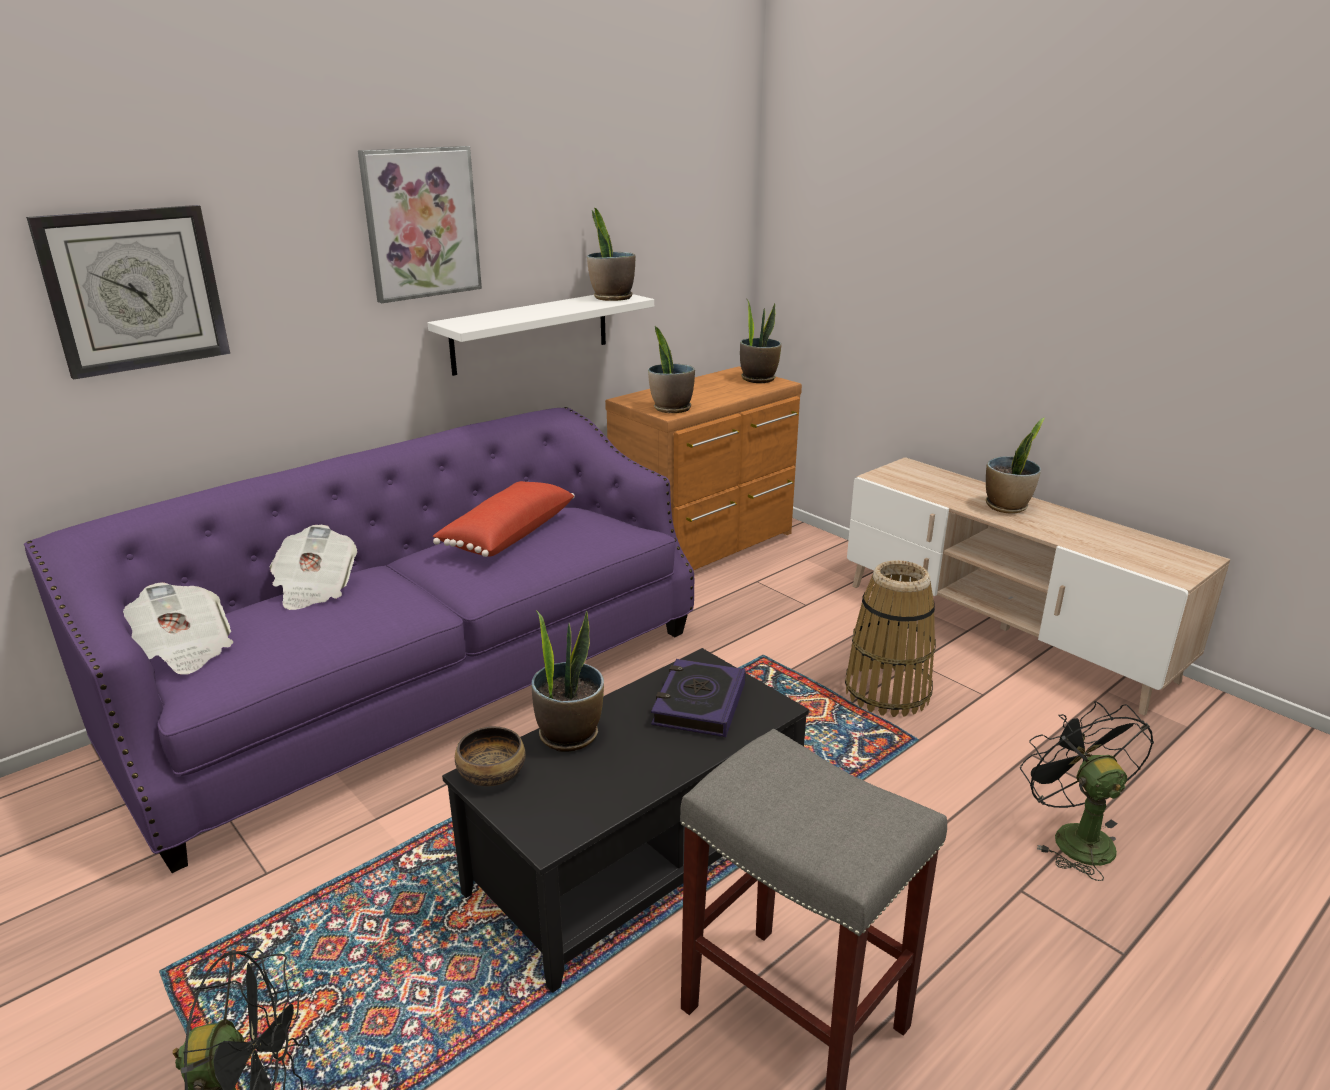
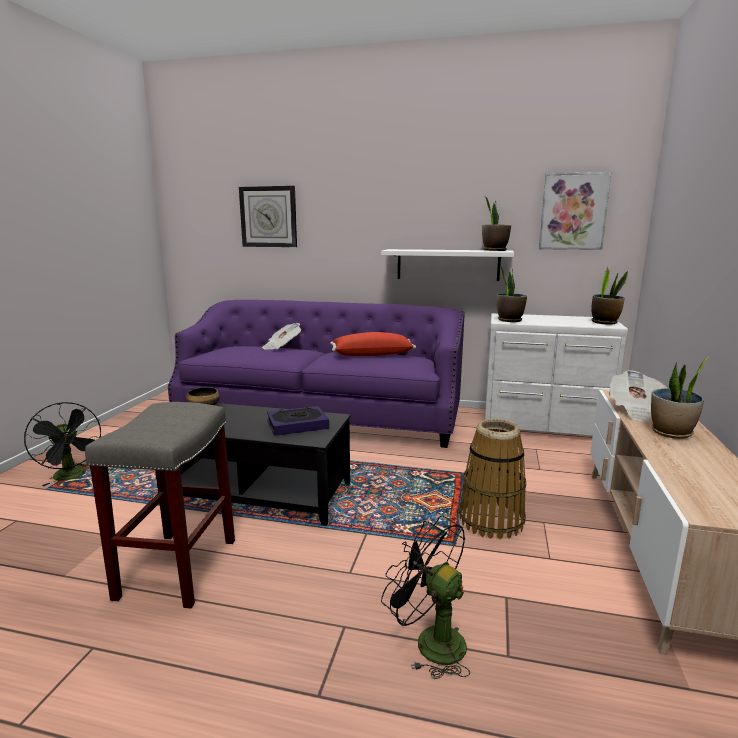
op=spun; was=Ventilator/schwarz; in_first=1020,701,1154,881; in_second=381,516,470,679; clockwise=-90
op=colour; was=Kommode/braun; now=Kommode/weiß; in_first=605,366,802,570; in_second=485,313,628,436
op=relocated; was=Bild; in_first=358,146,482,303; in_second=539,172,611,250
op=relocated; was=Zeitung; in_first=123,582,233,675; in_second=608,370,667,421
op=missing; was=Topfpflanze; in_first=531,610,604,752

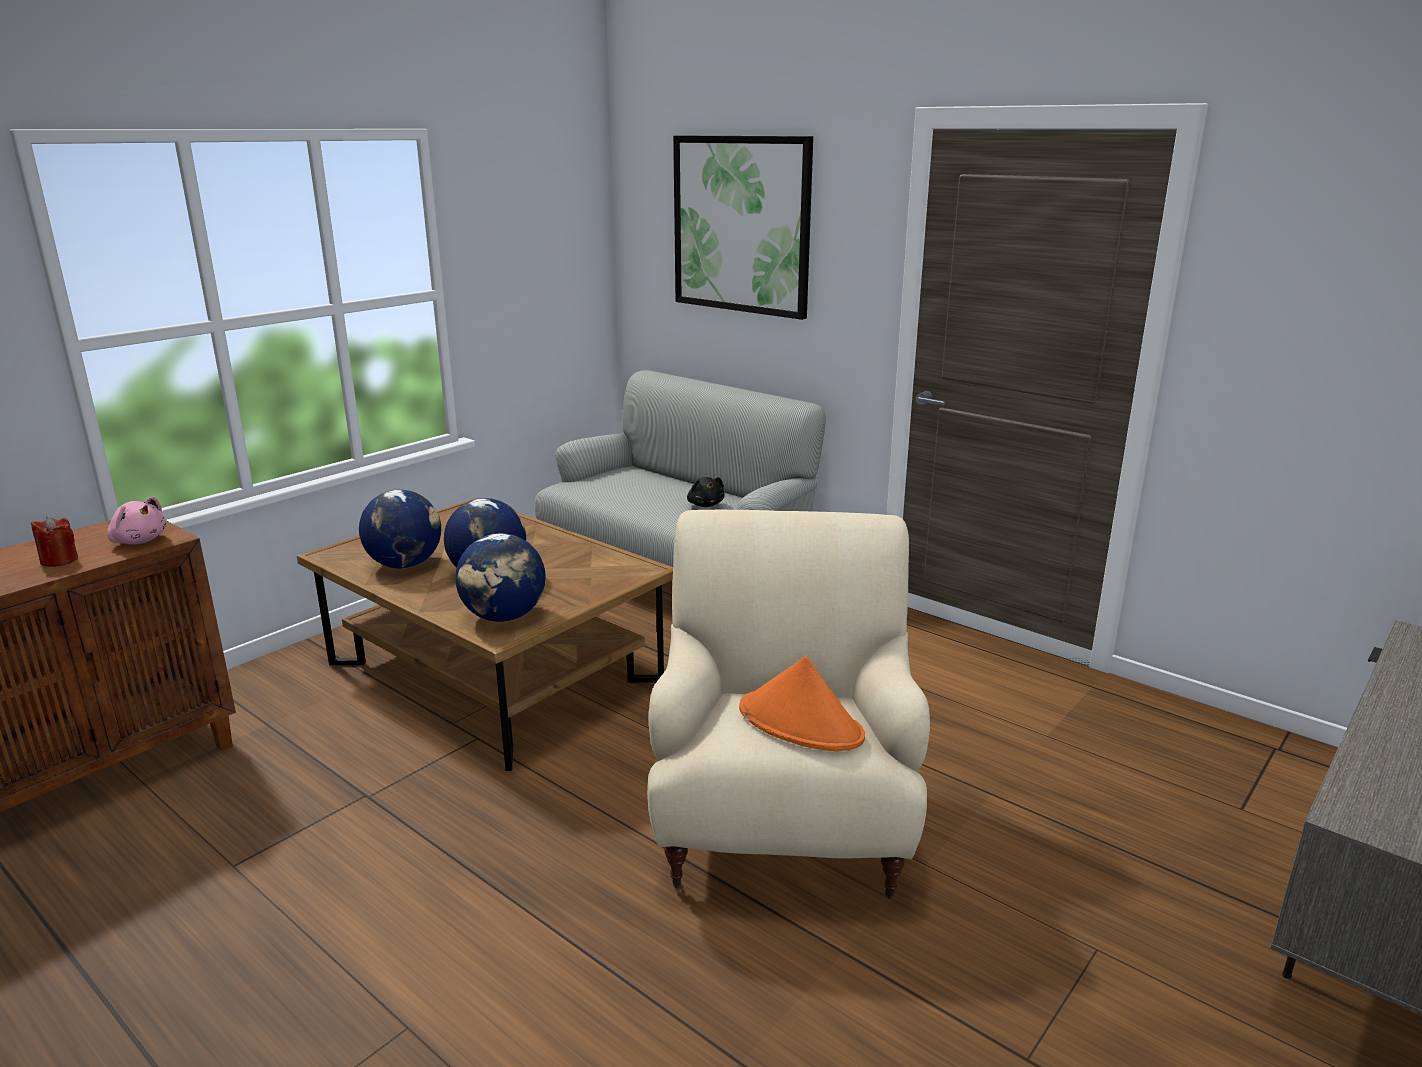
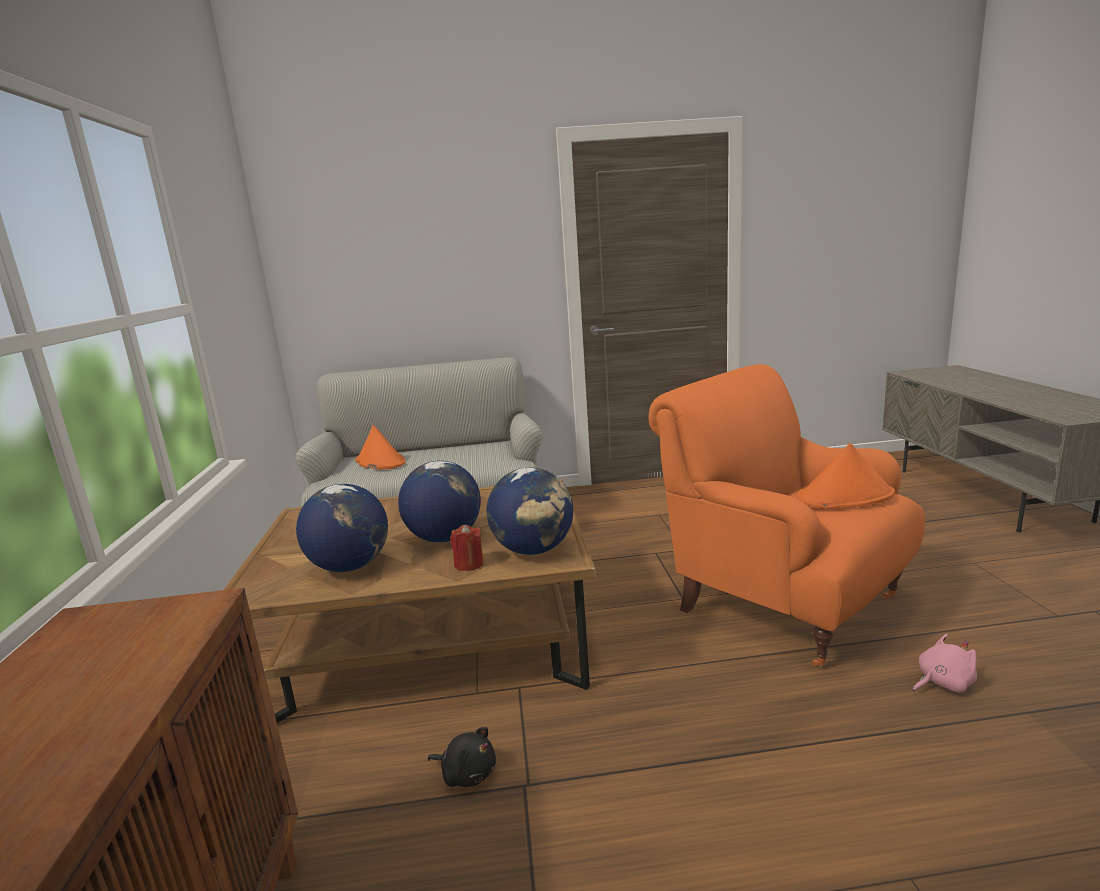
op=appeared; now=Hut/orange; in_second=355,425,406,470
op=relocated; was=Plüschtier/schwarz; in_first=687,477,724,507; in_second=428,727,496,787
op=relocated; was=Kerze/rot; in_first=31,516,78,567; in_second=450,524,484,571
op=colour; was=Sessel/beige; now=Sessel/orange; in_first=647,510,930,899; in_second=649,364,925,667
op=relocated; was=Plüschtier/rosa; in_first=107,497,167,544; in_second=913,634,977,692
op=missing; was=Bild; in_first=673,135,813,320

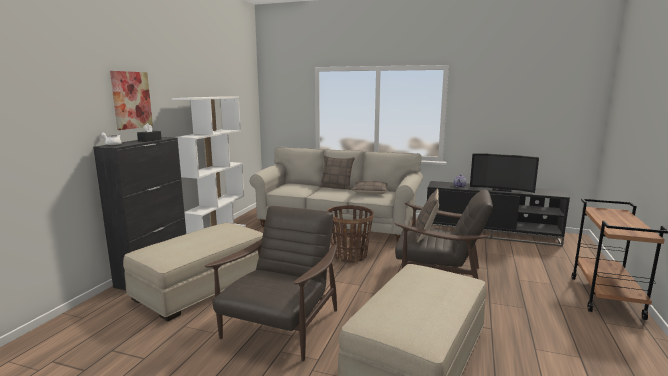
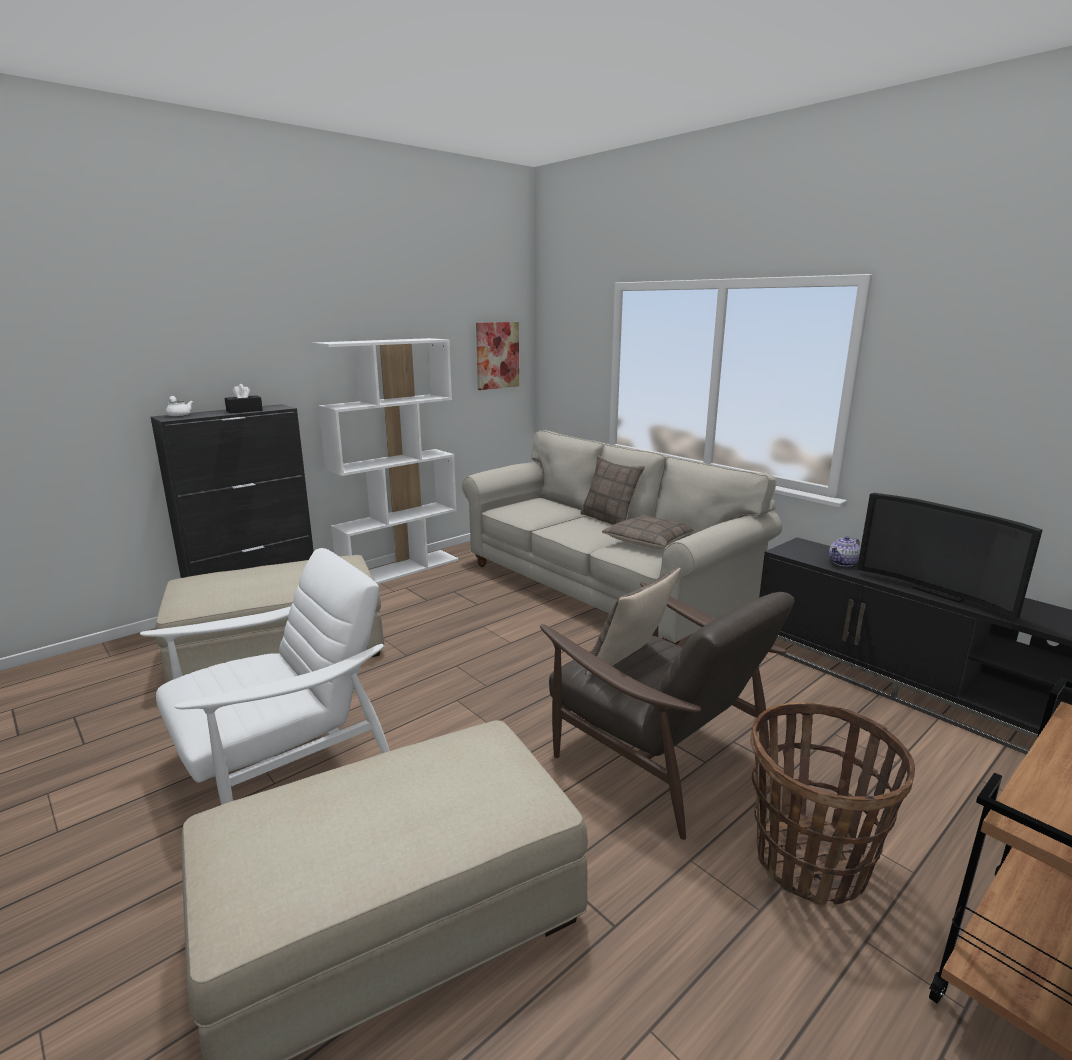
op=colour; was=Sessel/braun; now=Sessel/weiß; in_first=205,206,337,361; in_second=140,548,389,805
op=relocated; was=Bild; in_first=110,71,153,130; in_second=476,322,519,390
op=relocated; was=Korb; in_first=327,205,374,263; in_second=750,703,915,907

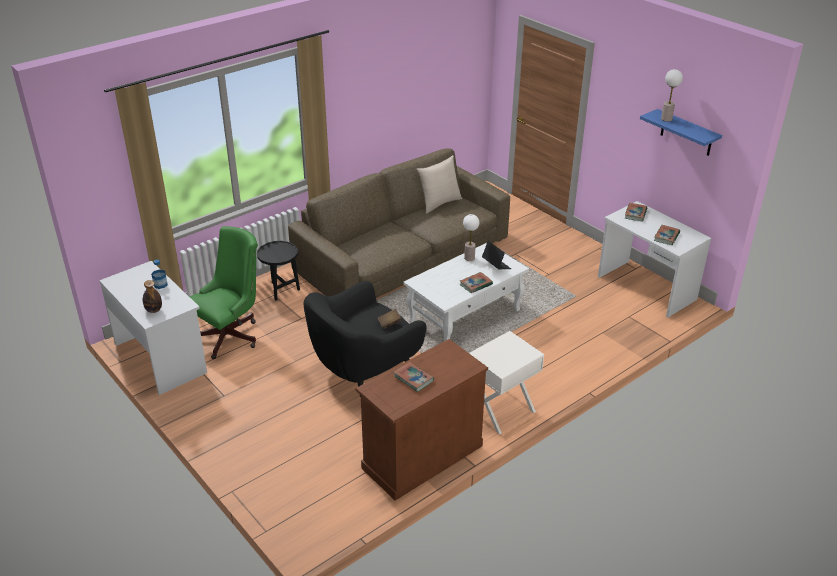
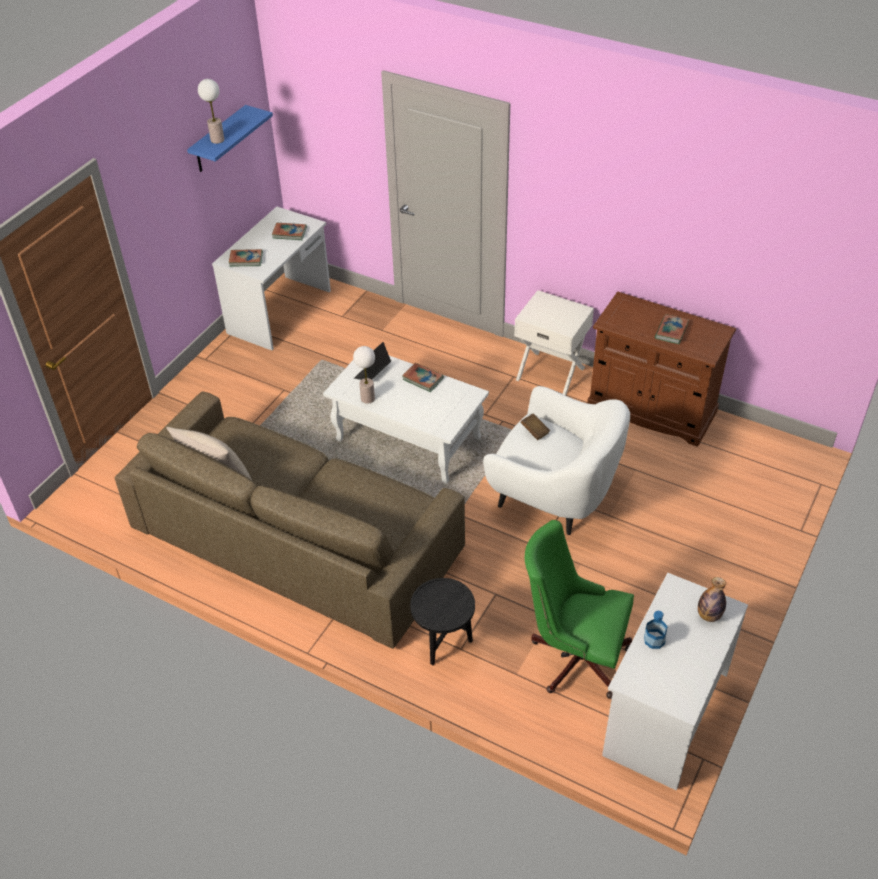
op=colour; was=Sessel/schwarz; now=Sessel/weiß; in_first=304,281,427,397; in_second=483,386,630,535

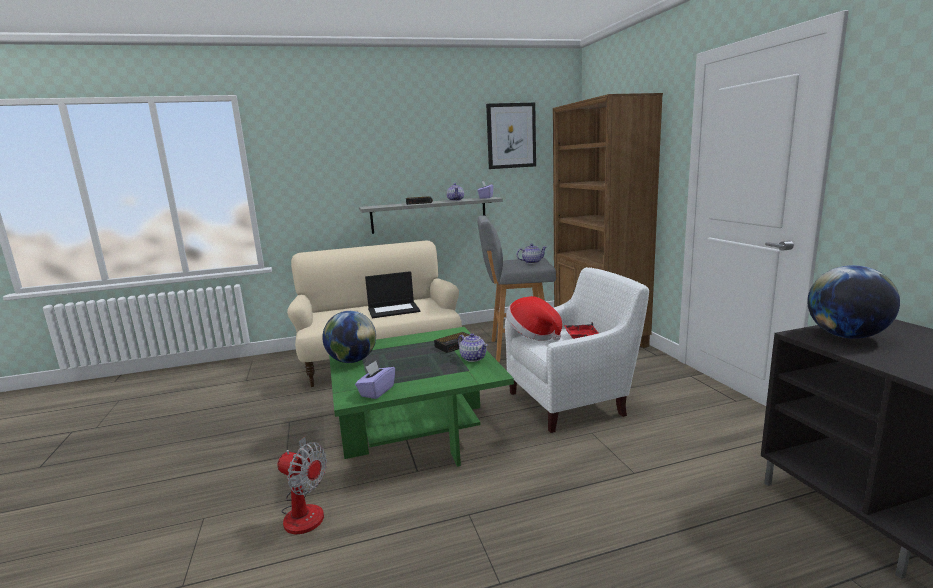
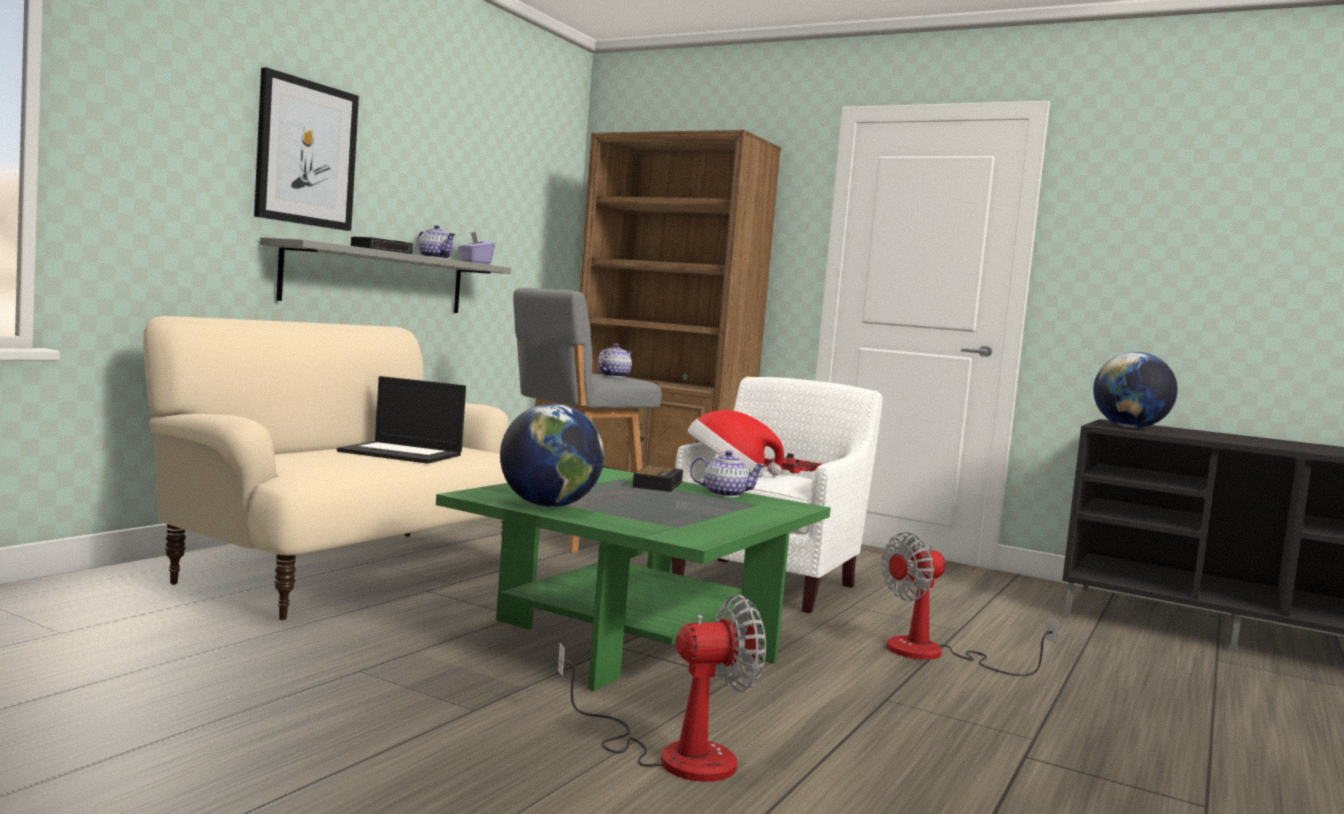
op=relocated; was=Bild; in_first=486,103,536,169; in_second=254,67,359,231
op=spun; was=Laptop; in_first=365,271,420,318; in_second=337,376,466,464; clockwise=75
op=appeared; now=Ventilator; in_second=881,532,1059,676
op=missing; was=Taschentuchbox/lila; in_first=355,361,395,399

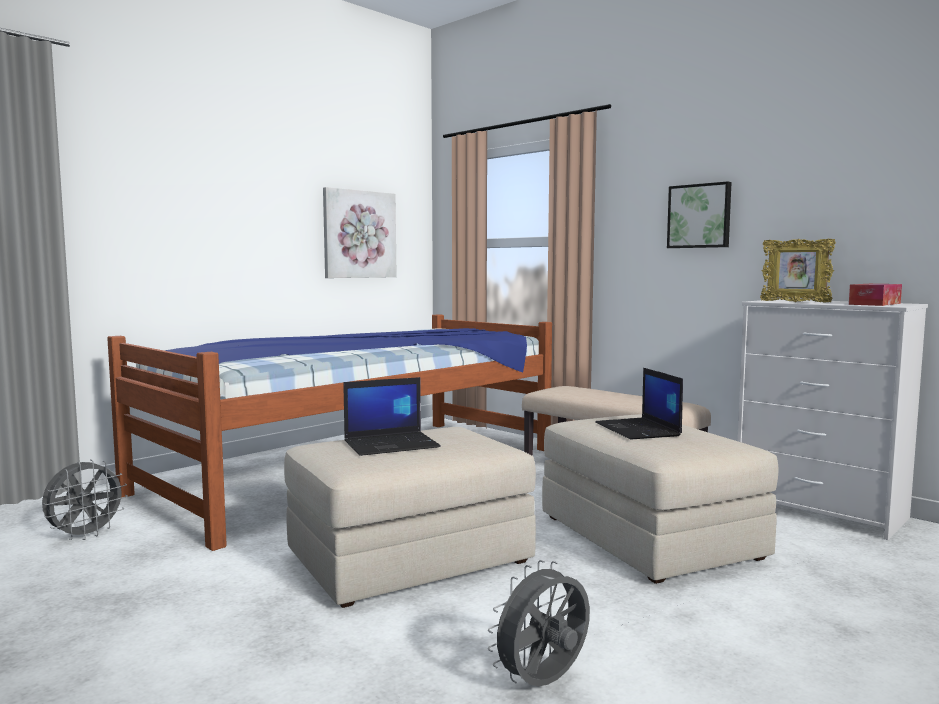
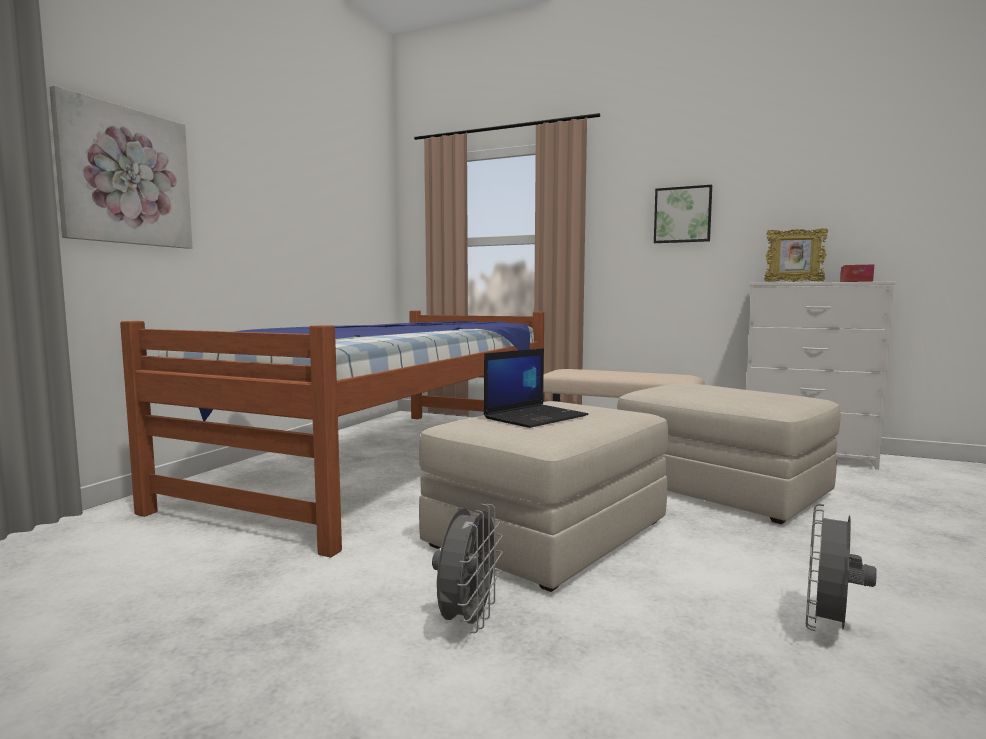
op=relocated; was=Bild; in_first=323,187,397,278; in_second=49,86,192,249
op=relocated; was=Ventilator/grau; in_first=42,459,128,540; in_second=432,504,503,633
op=missing; was=Laptop; in_first=596,368,683,439

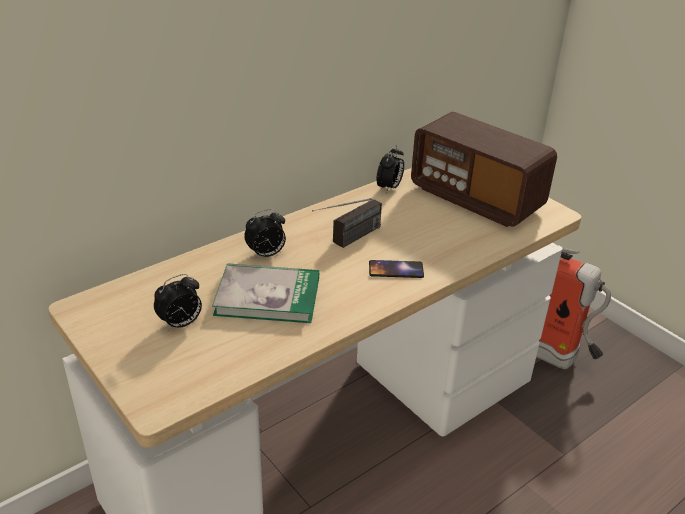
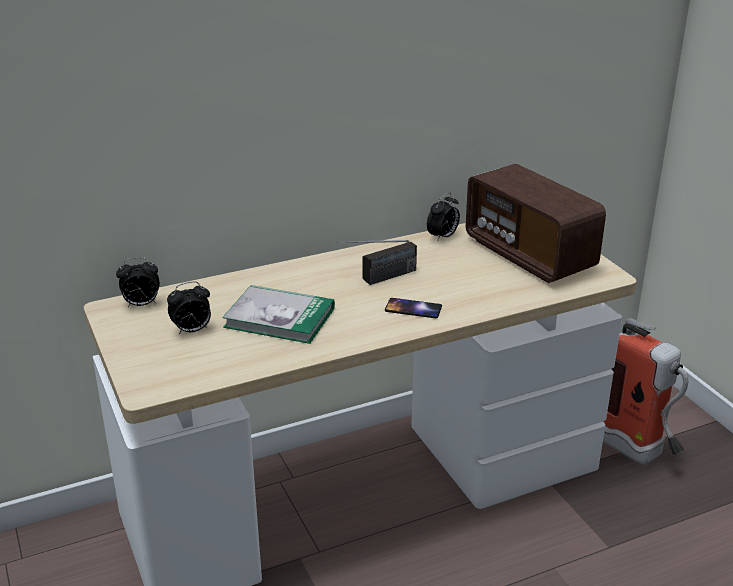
op=relocated; was=Wecker; in_first=244,209,286,259; in_second=116,257,160,307

